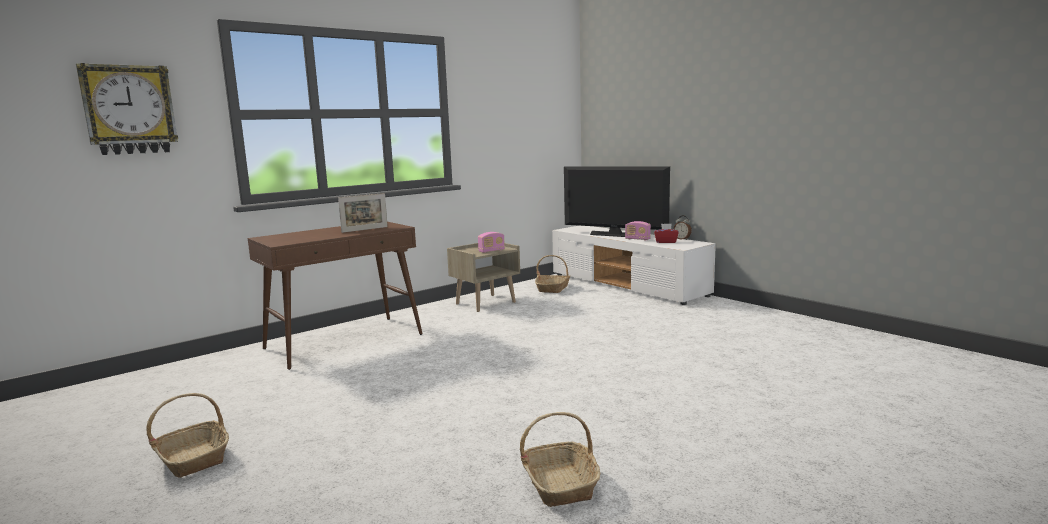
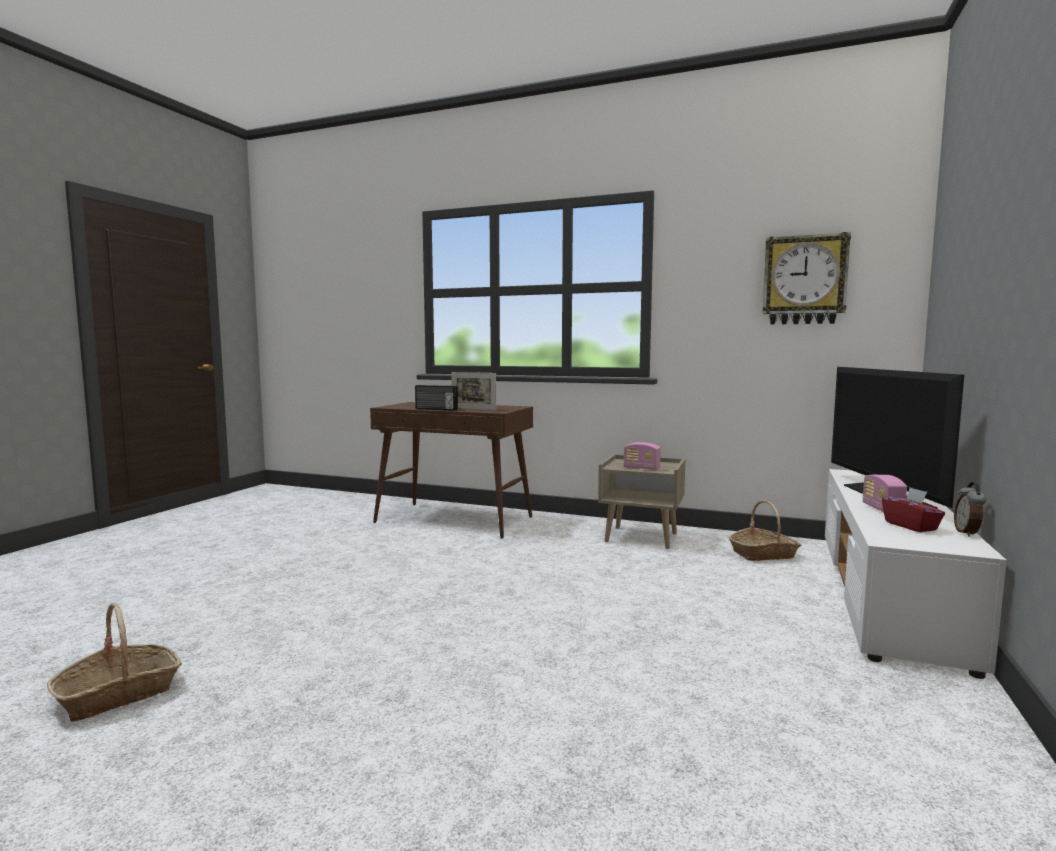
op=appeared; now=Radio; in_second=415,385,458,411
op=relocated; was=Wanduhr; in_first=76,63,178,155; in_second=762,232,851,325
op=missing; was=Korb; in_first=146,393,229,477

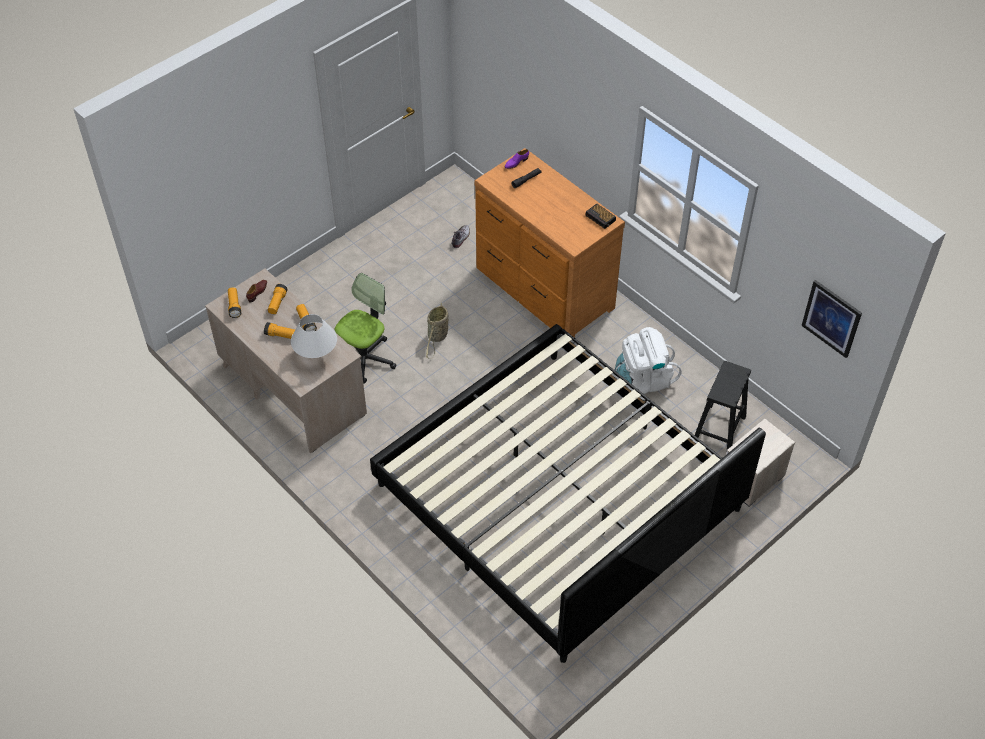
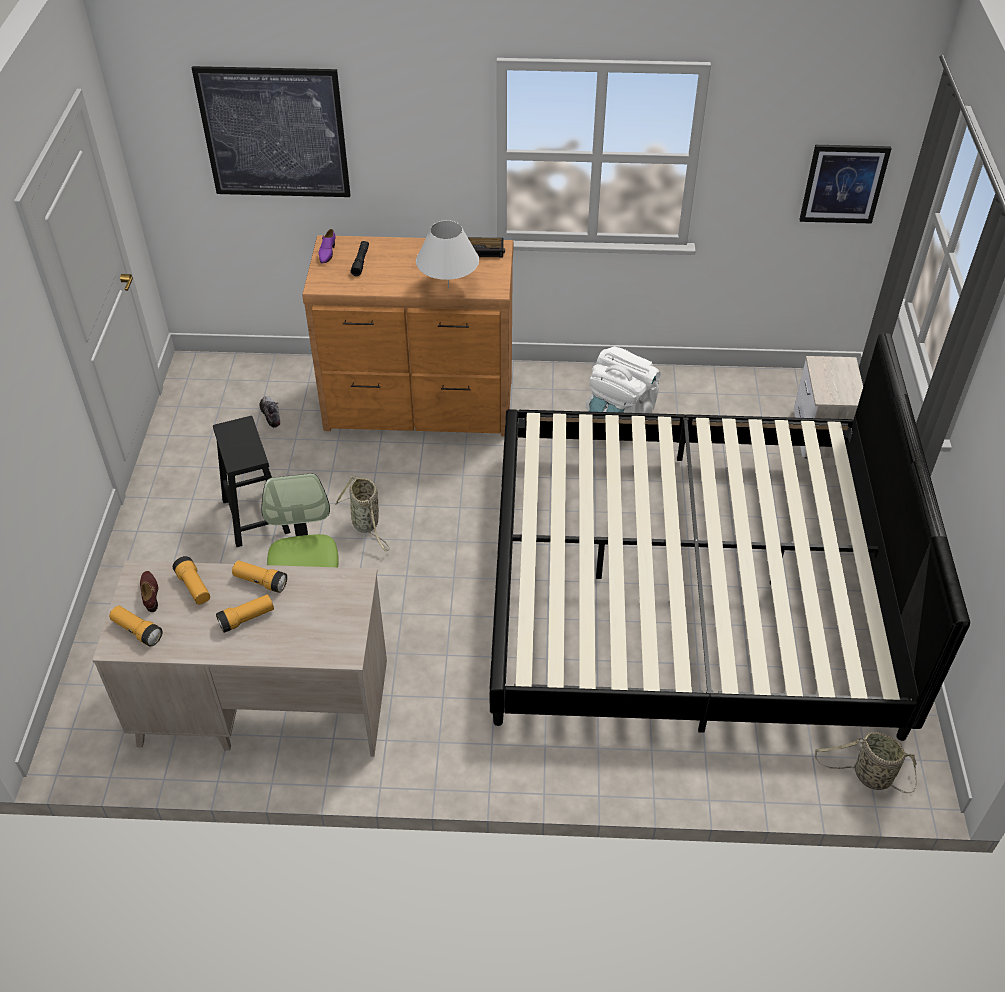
op=appeared; now=Bild; in_second=192,66,350,197
op=relocated; was=Hocker/schwarz; in_first=695,361,751,452; in_second=213,416,291,547
op=relocated; was=Tischlampe/weiß; in_first=291,314,337,358; in_second=416,220,479,289
op=appeared; now=Korb; in_second=815,732,917,793

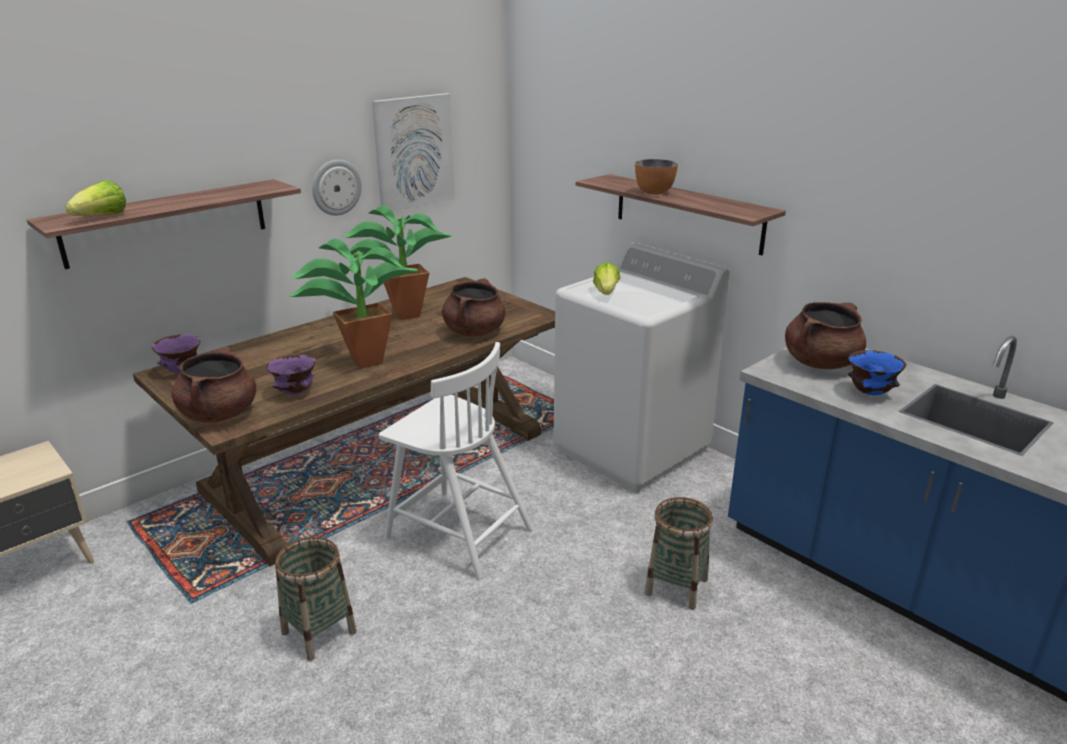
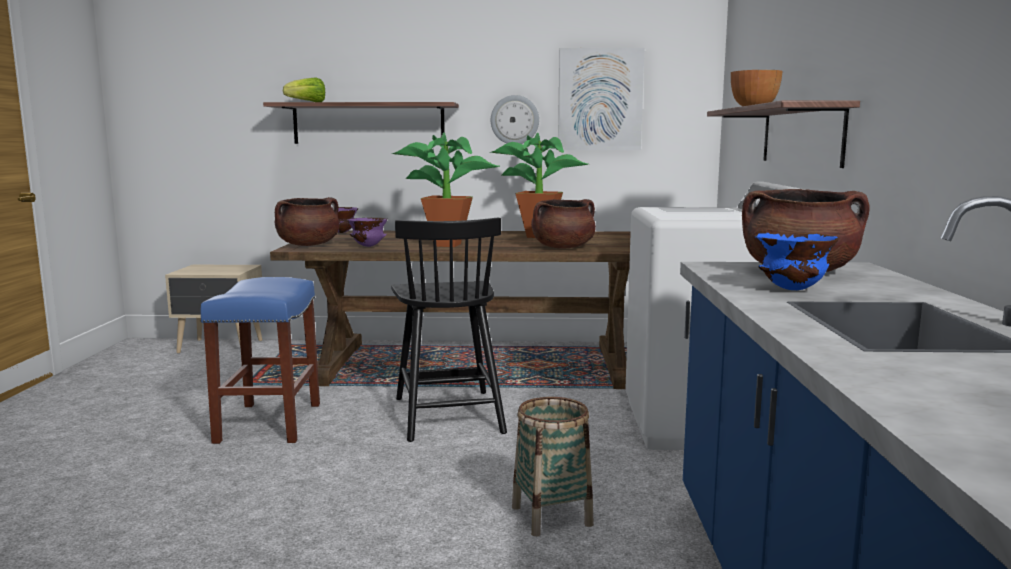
op=exchanged; was=Korb; now=Hocker/blau; in_first=275,537,357,661; in_second=200,277,320,444
op=colour; was=Stuhl/weiß; now=Stuhl/schwarz; in_first=379,342,533,580; in_second=391,218,507,442
op=missing; was=Salatkopf; in_first=593,262,620,295

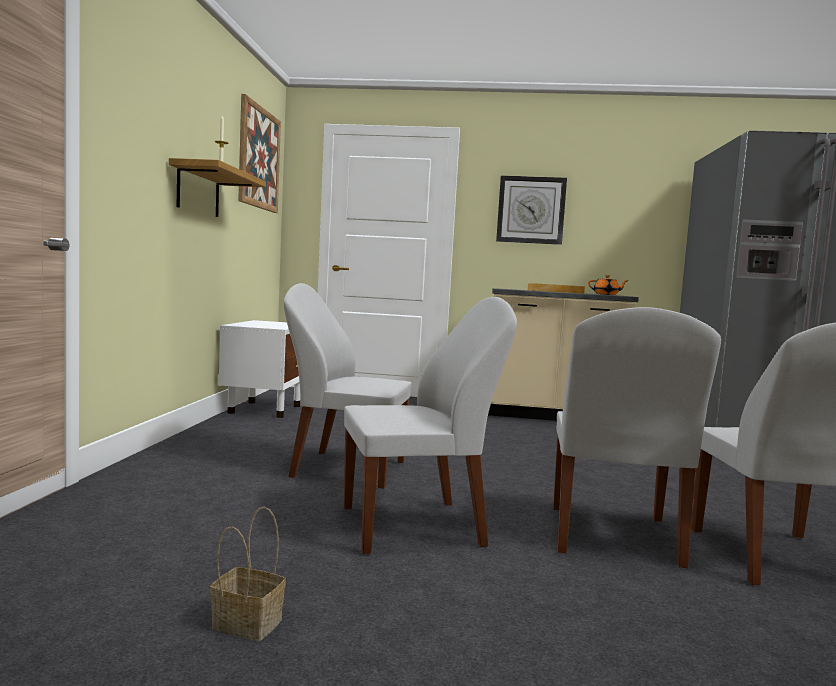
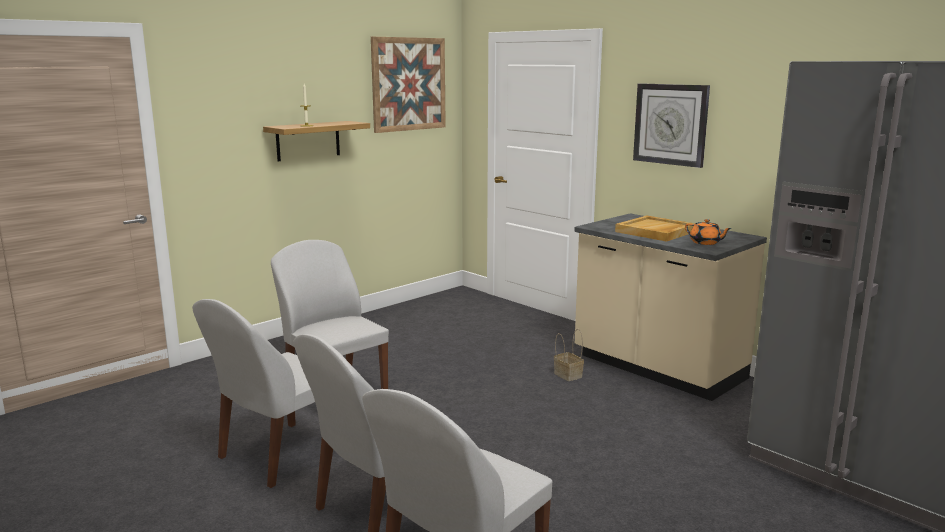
op=spun; was=Stuhl/weiß; in_first=344,297,517,554; in_second=192,299,315,488; clockwise=105
op=relocated; was=Korb; in_first=210,506,286,641; in_second=554,329,584,381
op=missing; was=Nachttisch/weiß; in_first=219,320,300,418

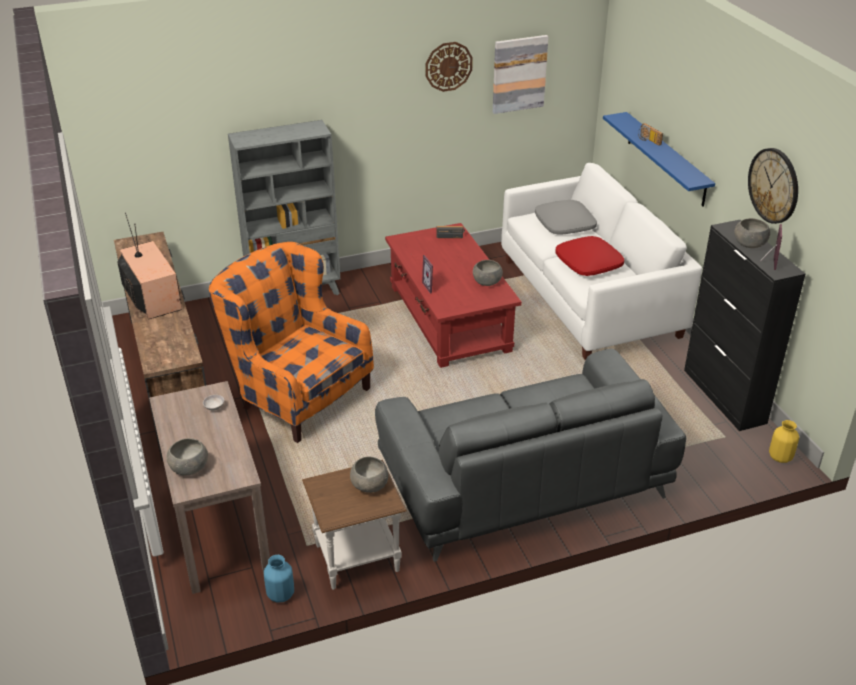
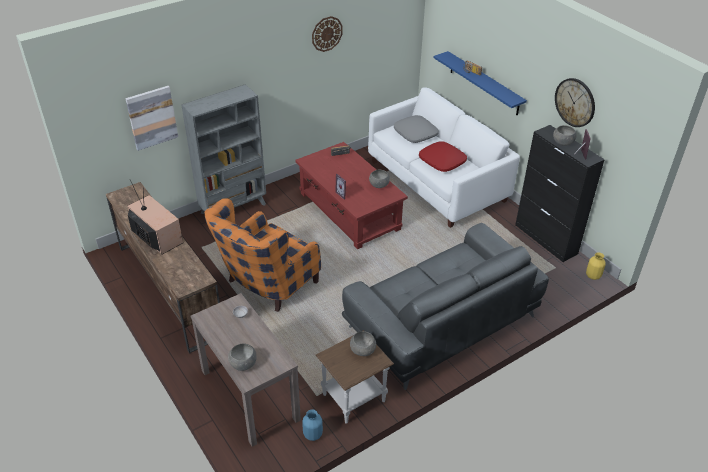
op=relocated; was=Bild; in_first=493,35,549,114; in_second=125,86,178,151
op=spun; was=Sessel/orange; in_first=209,242,374,443; in_second=205,198,321,312; clockwise=-75

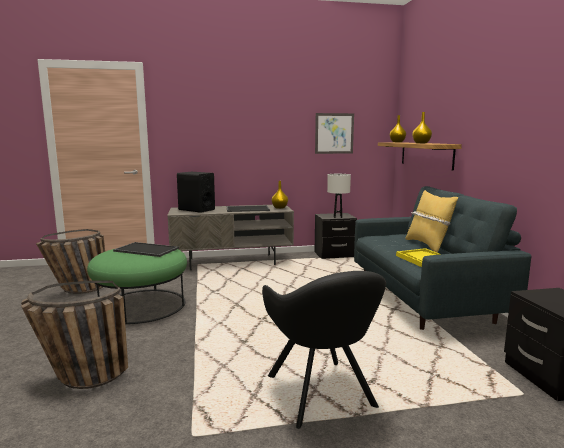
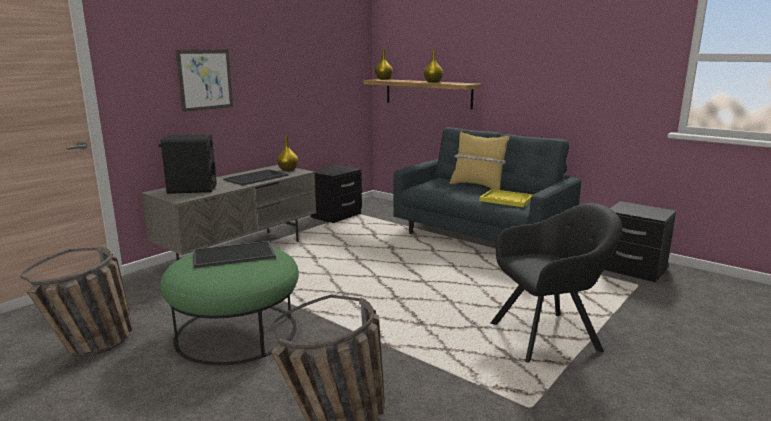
op=relocated; was=Bild; in_first=315,113,354,154; in_second=175,50,233,112
op=spun; was=Sessel/schwarz; in_first=262,271,386,429; in_second=491,203,622,363; clockwise=-45
op=missing; was=Tischlampe/weiß; in_first=327,174,351,218

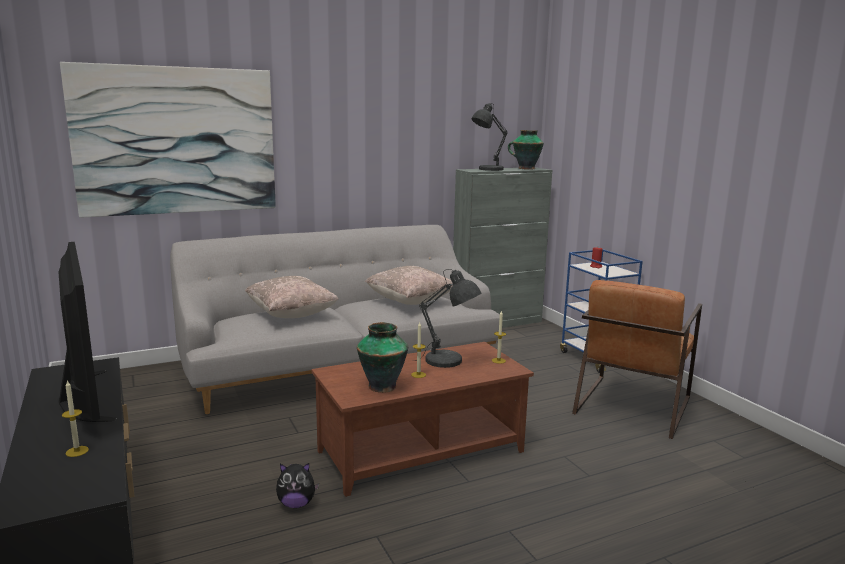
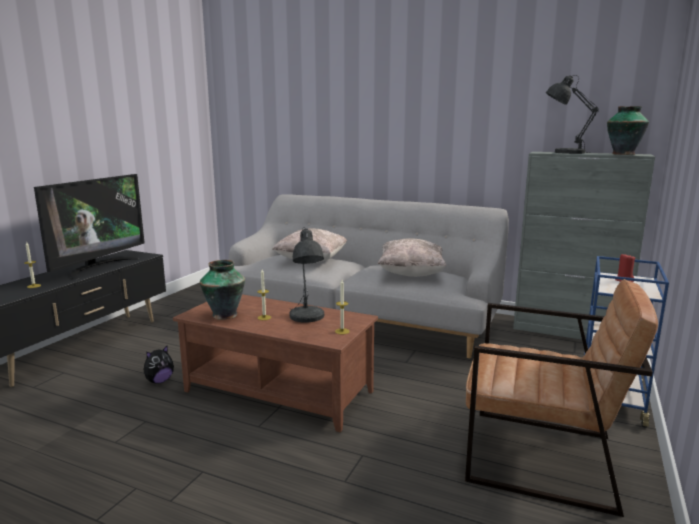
op=spun; was=Plüschtier; in_first=276,463,319,508; in_second=143,345,174,384; clockwise=-90
op=spun; was=Sessel/braun; in_first=572,280,702,439; in_second=465,279,658,517; clockwise=-150
op=missing; was=Bild; in_first=60,62,276,218

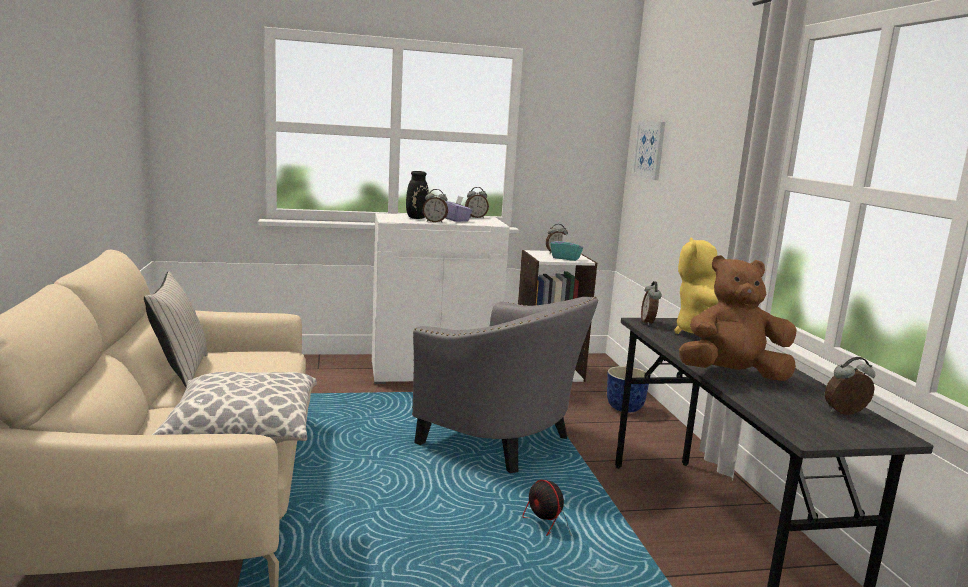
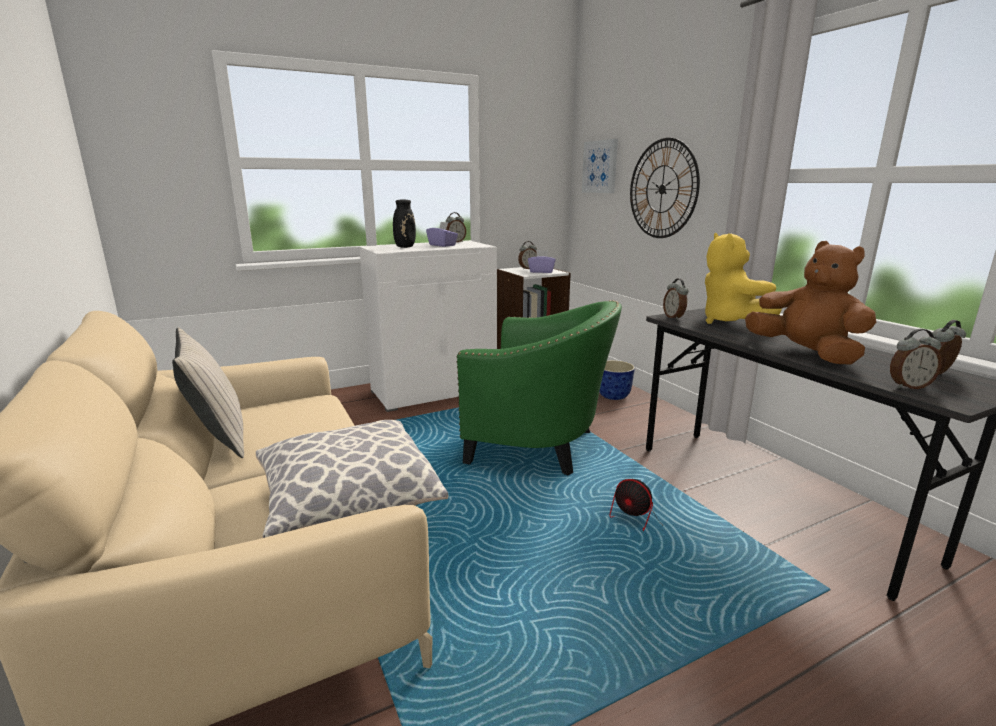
op=colour; was=Sessel/grau; now=Sessel/grün; in_first=412,297,598,473; in_second=457,300,622,475
op=colour; was=Taschentuchbox/türkis; now=Taschentuchbox/lila; in_first=551,235,583,261; in_second=528,250,555,273
op=appeared; now=Wanduhr; in_second=630,138,700,238
op=spun; was=Plüschtier/braun; in_first=679,255,797,381; in_second=745,241,876,365; clockwise=75
op=relocated; was=Wecker; in_first=423,189,448,223; in_second=890,329,942,389

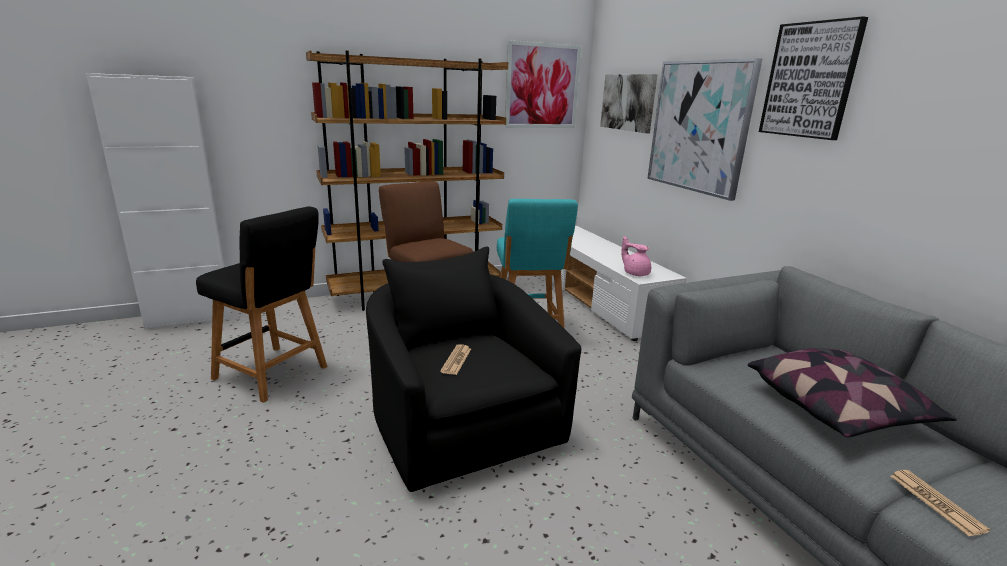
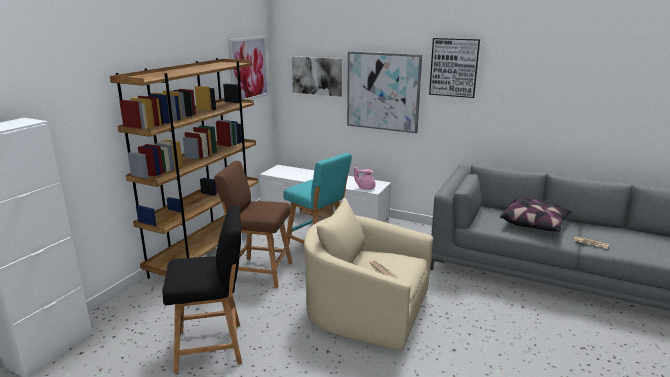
op=colour; was=Sessel/schwarz; now=Sessel/beige; in_first=366,247,581,492; in_second=304,198,433,351

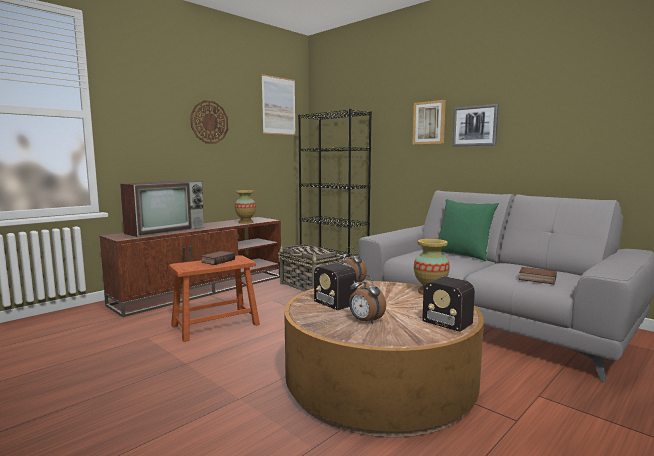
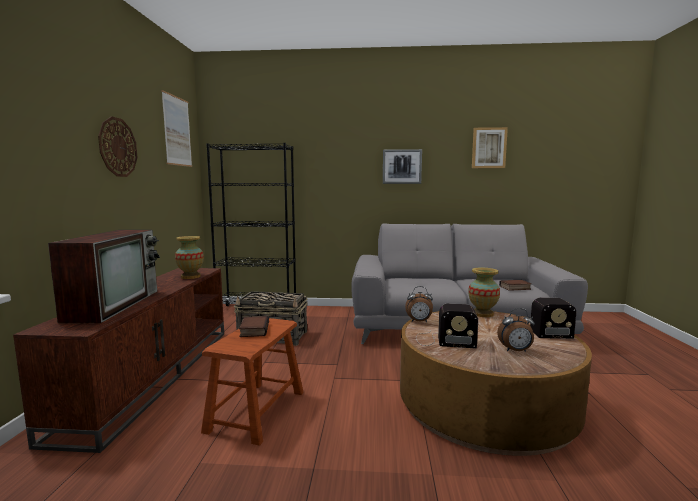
op=relocated; was=Bild; in_first=412,100,446,145; in_second=472,127,508,168
op=missing; was=Kissen/grün; in_first=438,199,499,261

